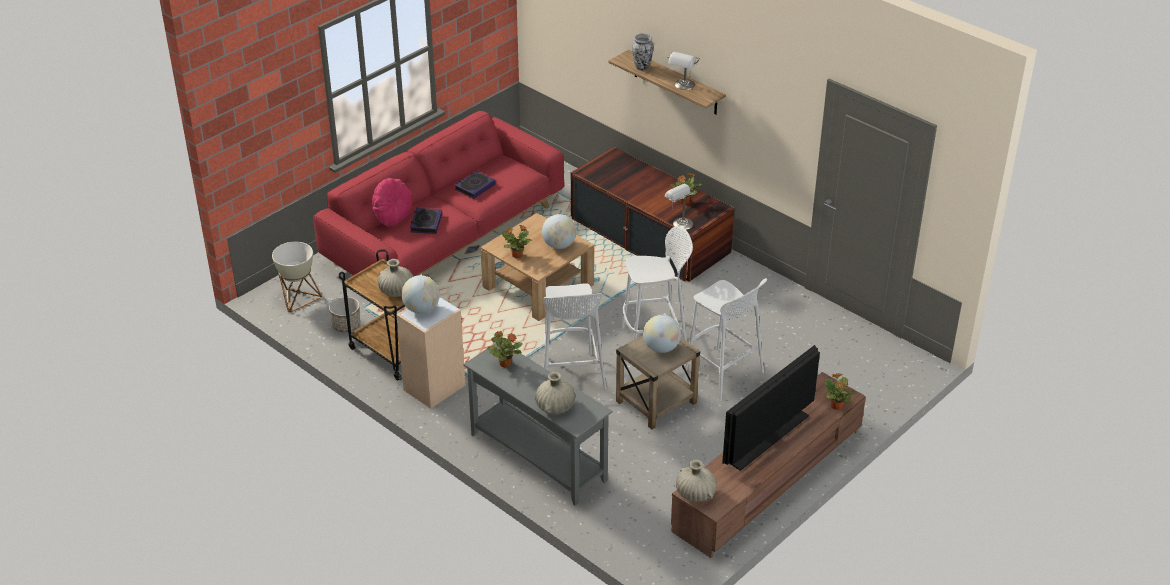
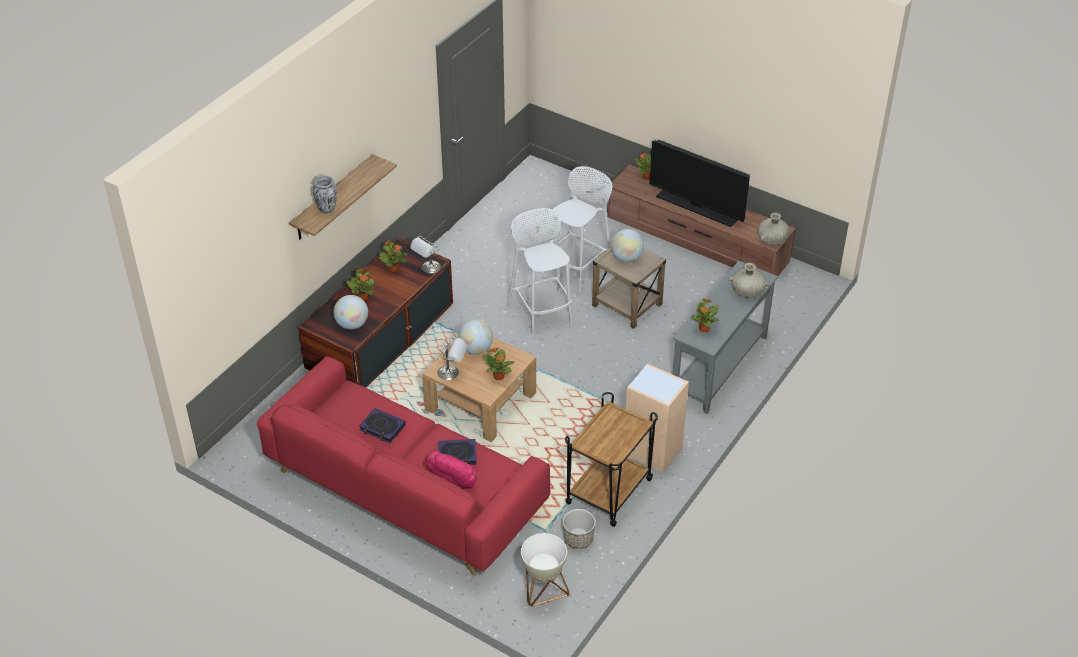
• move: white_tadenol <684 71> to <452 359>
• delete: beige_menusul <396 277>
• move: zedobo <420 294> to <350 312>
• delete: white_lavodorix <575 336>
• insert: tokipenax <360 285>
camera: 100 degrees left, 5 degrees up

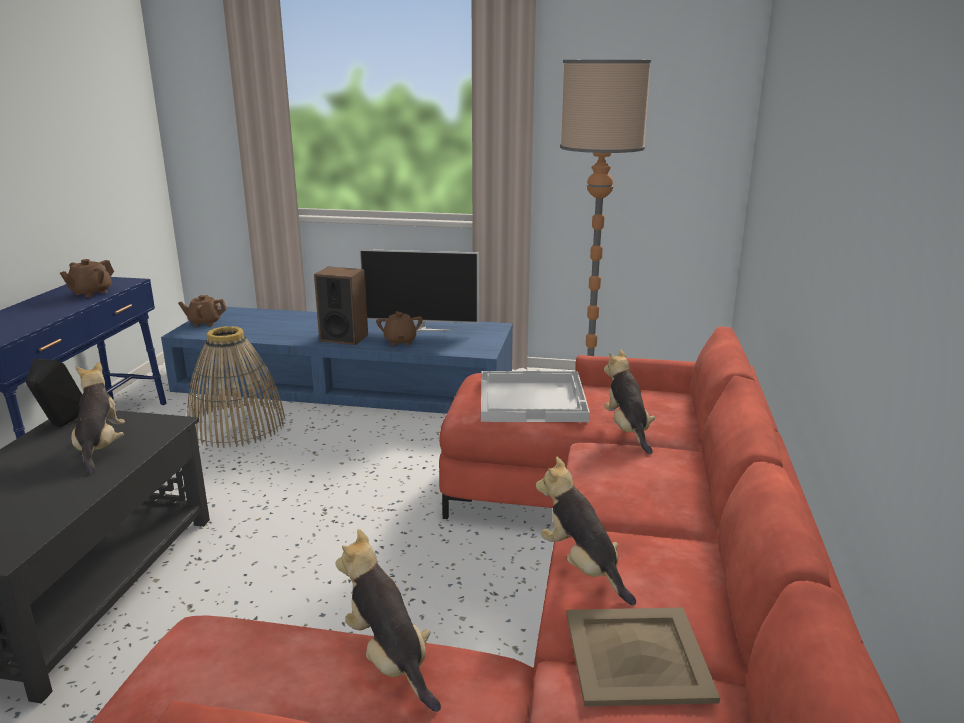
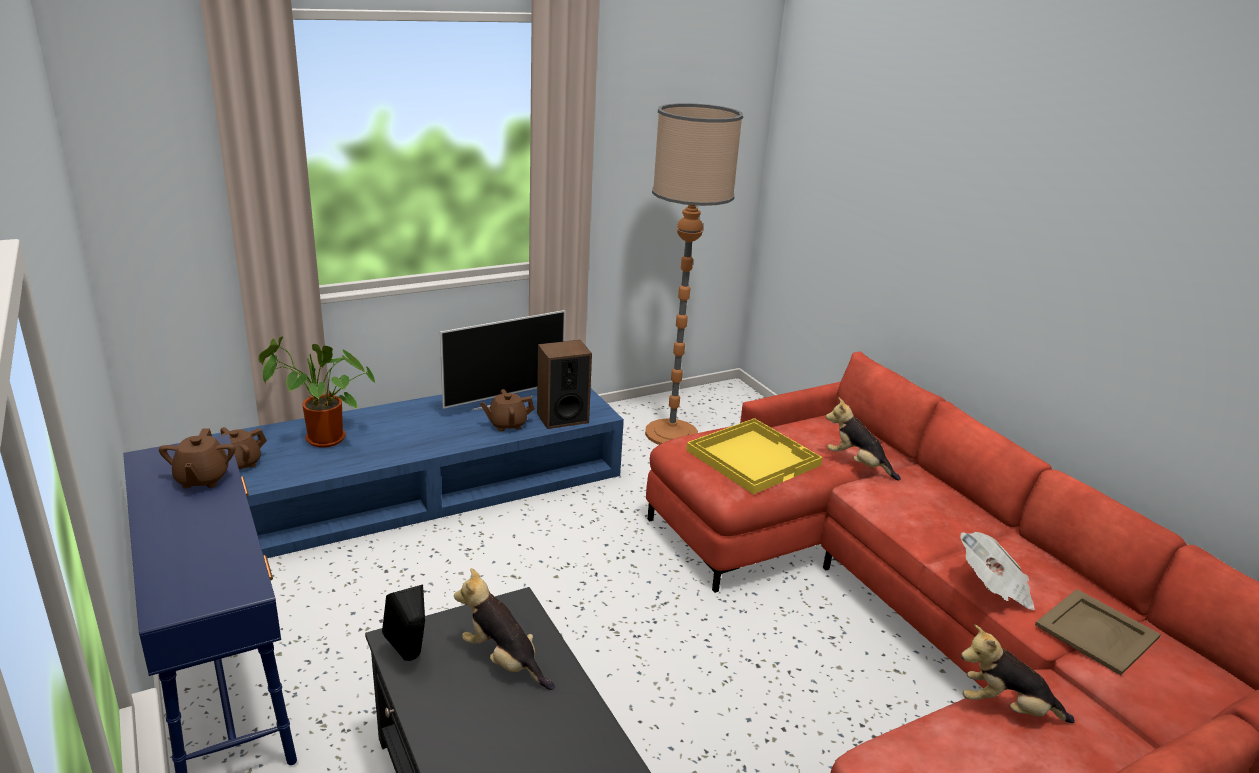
• move: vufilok <341 306> to <564 384>
• rotate: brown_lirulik <399 328> = <507 410> 60 degrees counterclockwise
• delete: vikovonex <236 387>
• recolor: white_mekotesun <535 396> to yellow_mekotesun <754 456>
• replace: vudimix <586 530> to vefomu <997 571>
• insert: tokipenax <317 392>
camera: 40 degrees left, 5 degrees up

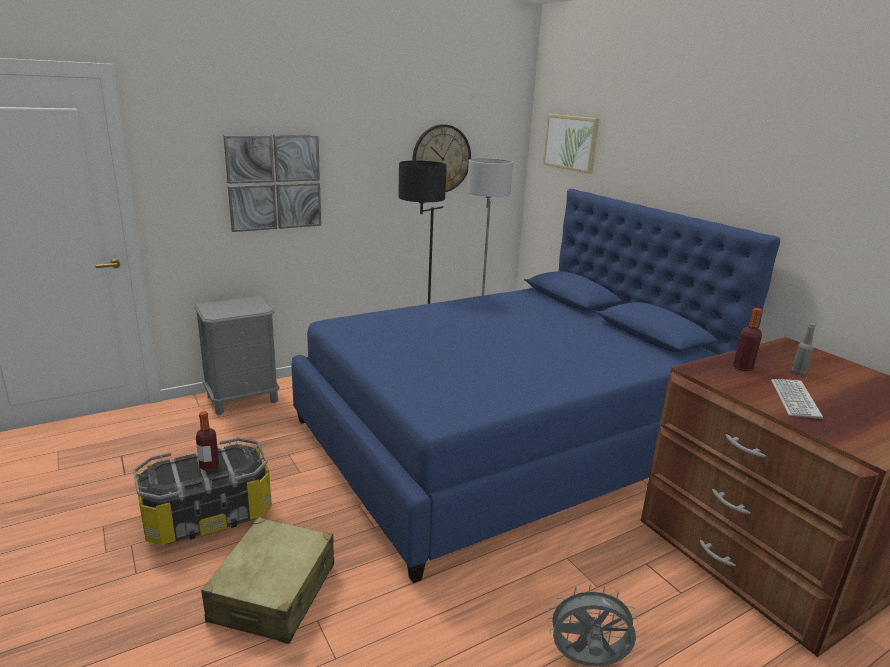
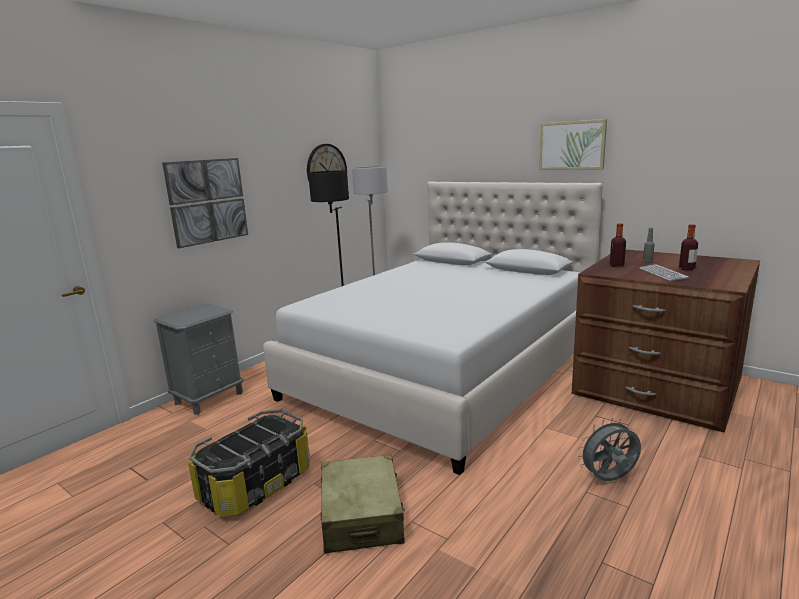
• move: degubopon <571 144> to <573 144>
• recolor: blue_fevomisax <536 386> to white_fevomisax <433 328>
• move: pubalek <207 441> to <688 247>
camera: 20 degrees left, 5 degrees down

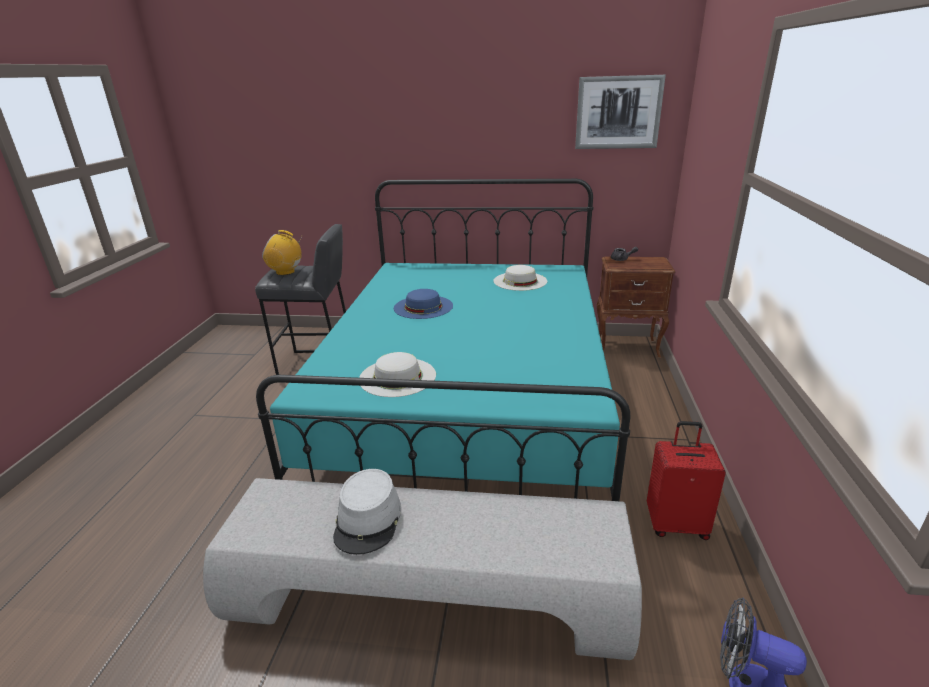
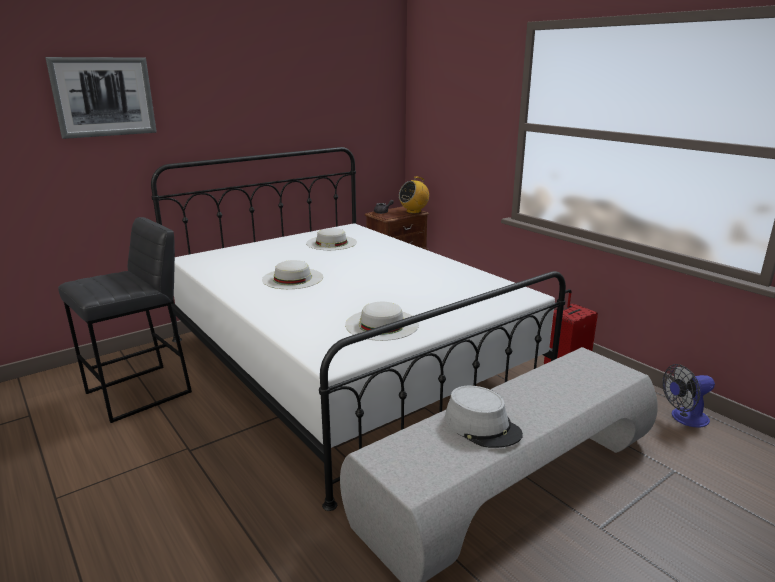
• move: degubopon <620 112> to <101 98>
• recolor: turquoise_fevomisax <443 340> to white_fevomisax <358 329>
• move: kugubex <282 252> to <414 195>
• recolor: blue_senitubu <423 304> to white_senitubu <292 274>
camera: 45 degrees left, 5 degrees down

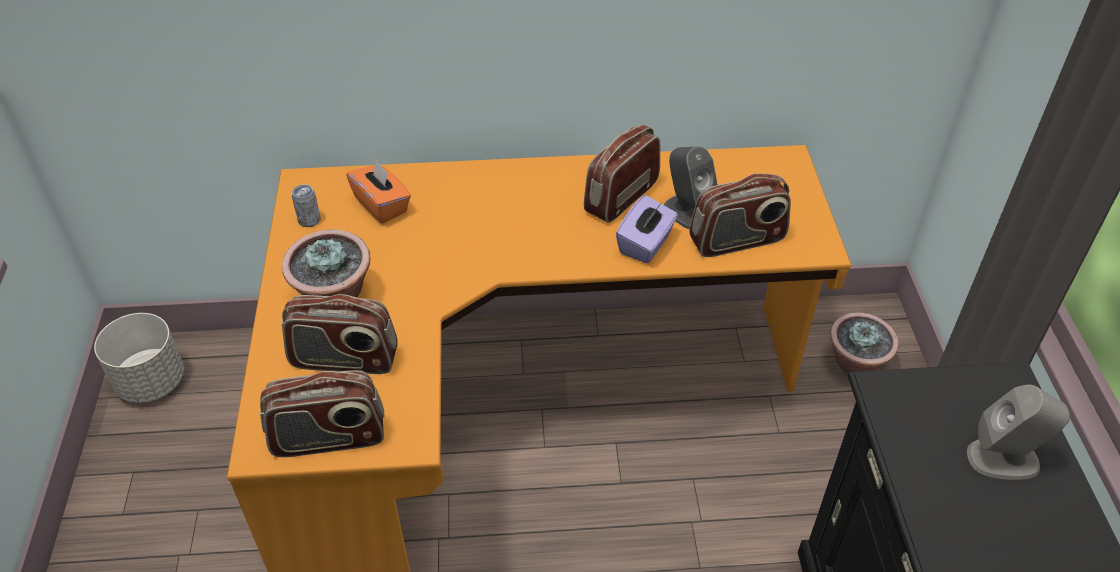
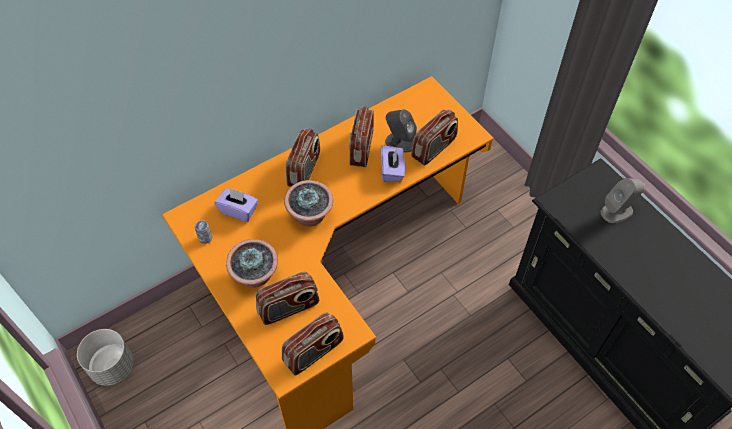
• recolor: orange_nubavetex <378 192> to purple_nubavetex <236 205>
• move: tokipenax <864 343> to <308 203>
• insert: kugubex <303 157>
camera: 30 degrees left, 10 degrees up

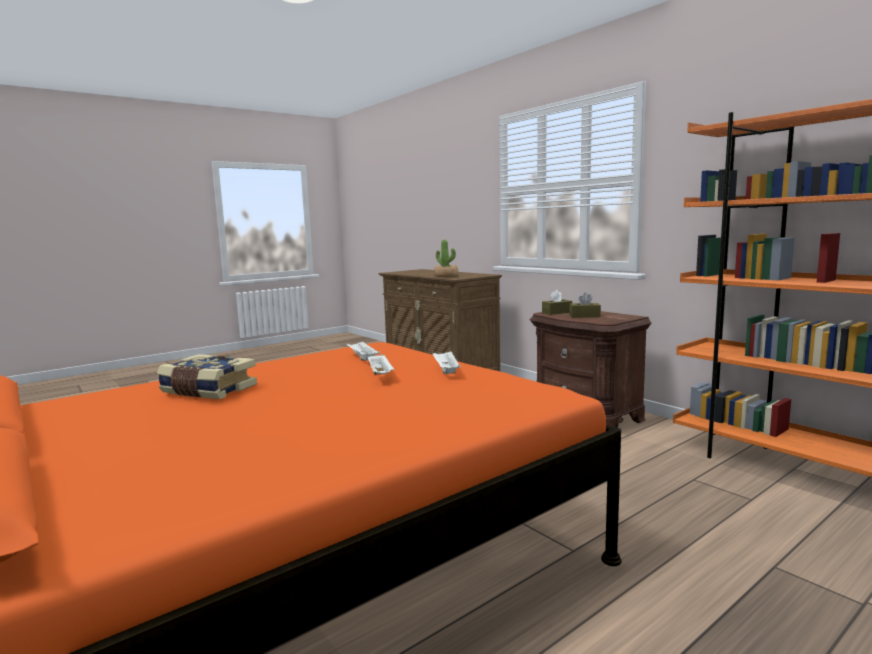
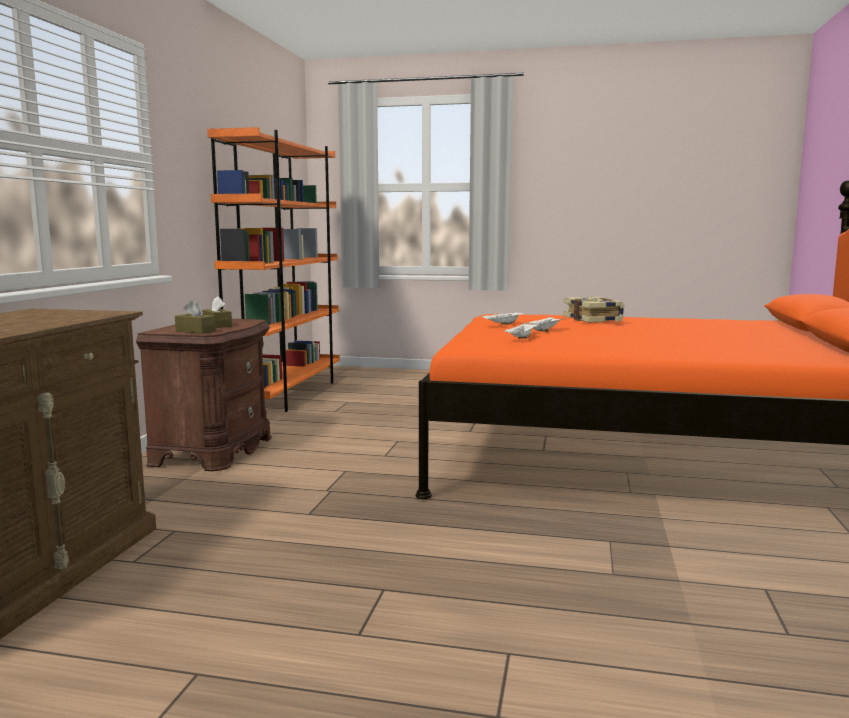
• delete: tokipenax <446 259>
• move: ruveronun <207 376> to <594 309>
camera: 130 degrees left, 0 degrees up

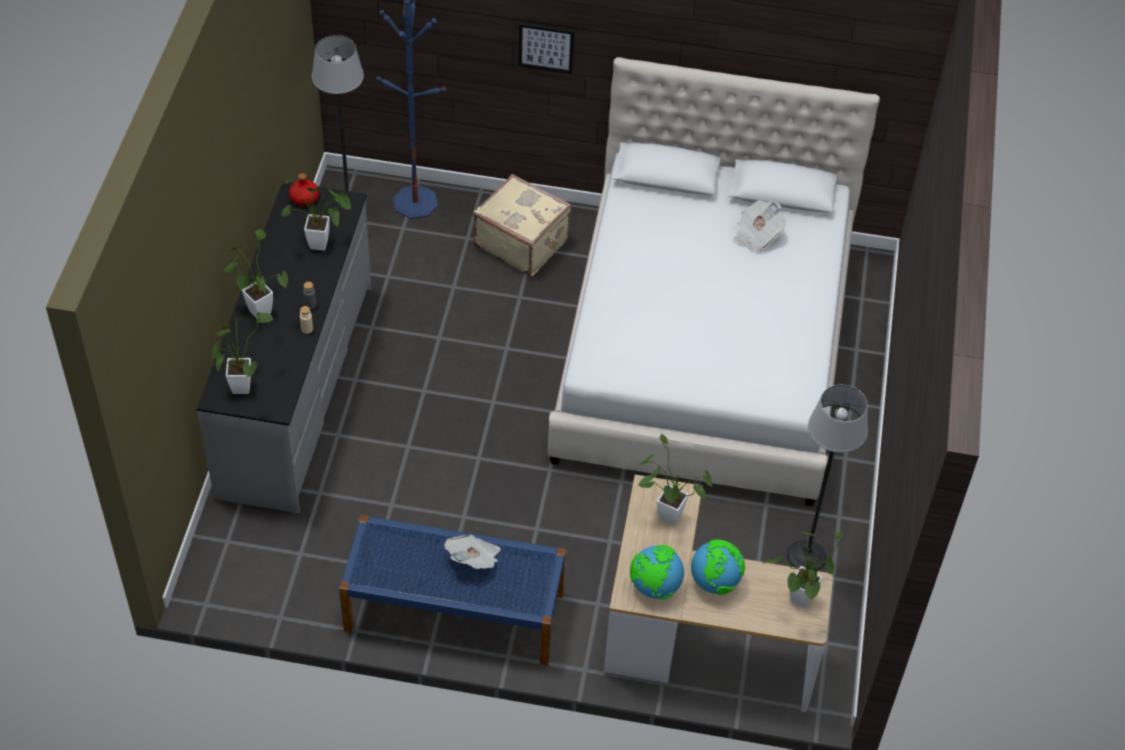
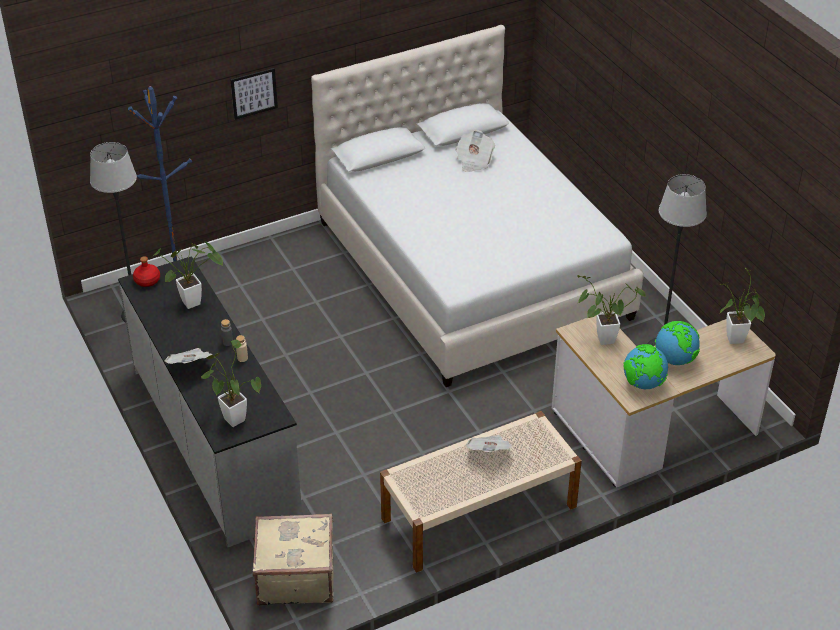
• move: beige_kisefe <522 225> to <293 559>
• replace: tokipenax <256 274> to vefomu <188 356>
• recolor: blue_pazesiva <452 590> to beige_pazesiva <481 492>
camera: 35 degrees left, 10 degrees down

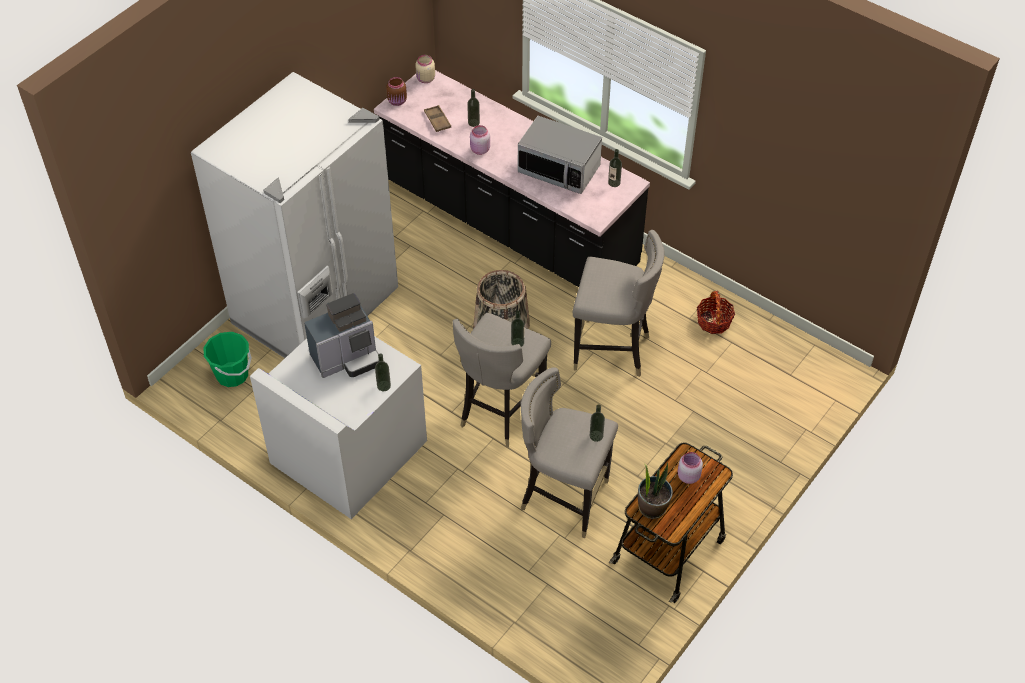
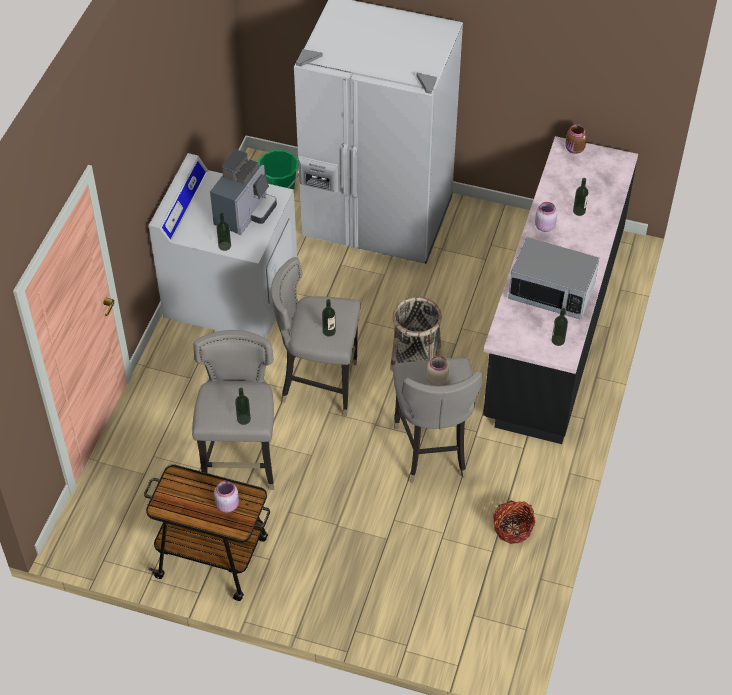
• move: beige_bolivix <425 69> to <438 371>
• delete: brown_mekotesun <437 118>
• rotate: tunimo <560 155> = <553 278> 75 degrees counterclockwise
• rotate: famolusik <341 335> = <243 192> 105 degrees counterclockwise
• delete: tokipenax <655 490>
camera: 70 degrees right, 0 degrees up

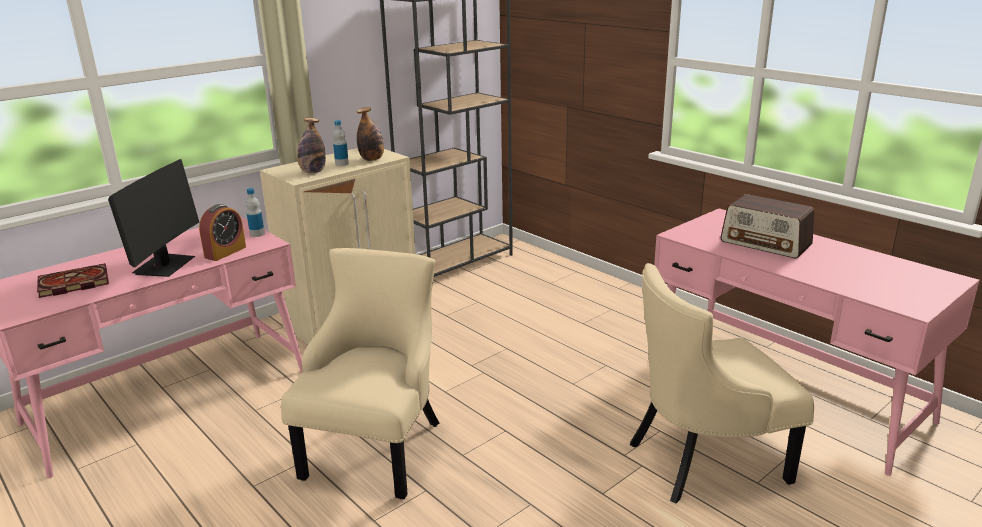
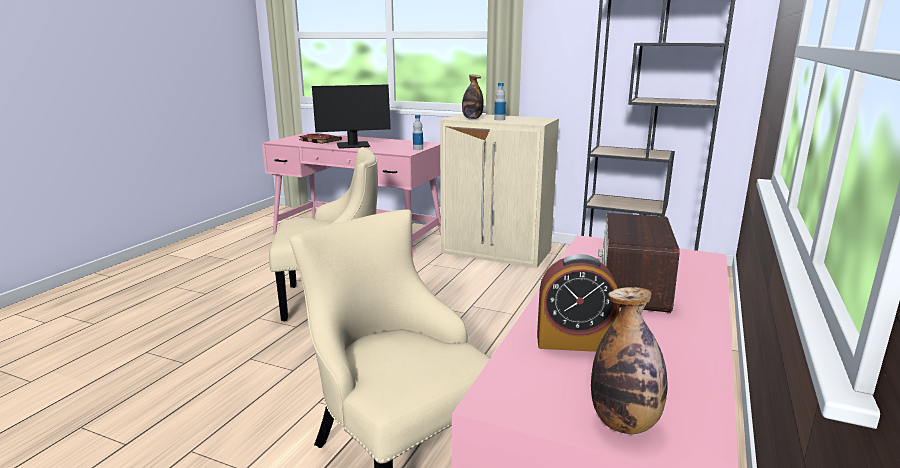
• move: pubalek <370 134> to <629 360>
• move: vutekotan <222 232> to <578 303>
camera: 65 degrees right, 5 degrees down

